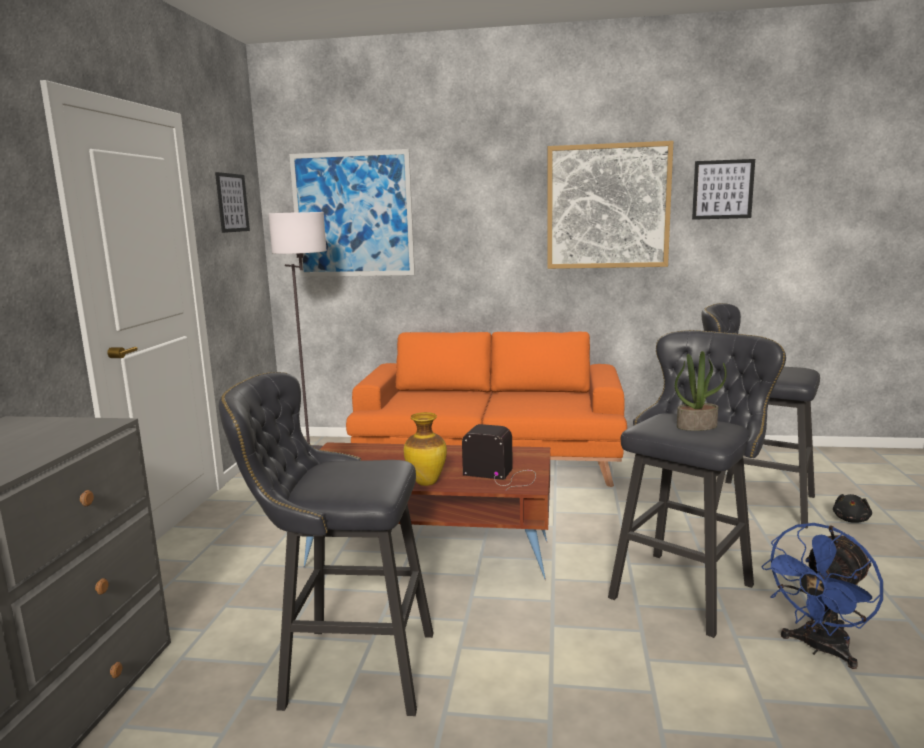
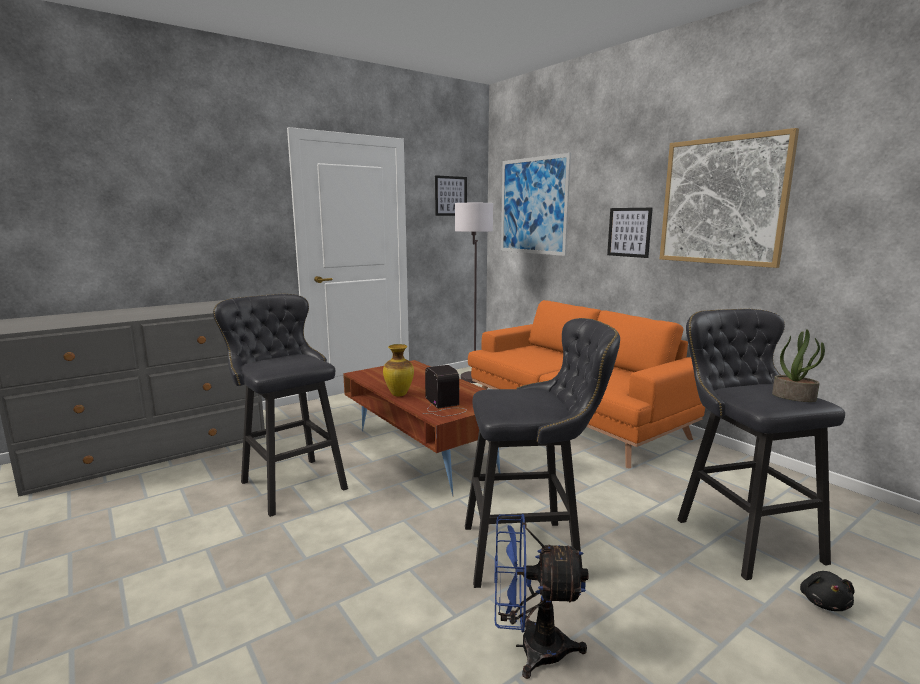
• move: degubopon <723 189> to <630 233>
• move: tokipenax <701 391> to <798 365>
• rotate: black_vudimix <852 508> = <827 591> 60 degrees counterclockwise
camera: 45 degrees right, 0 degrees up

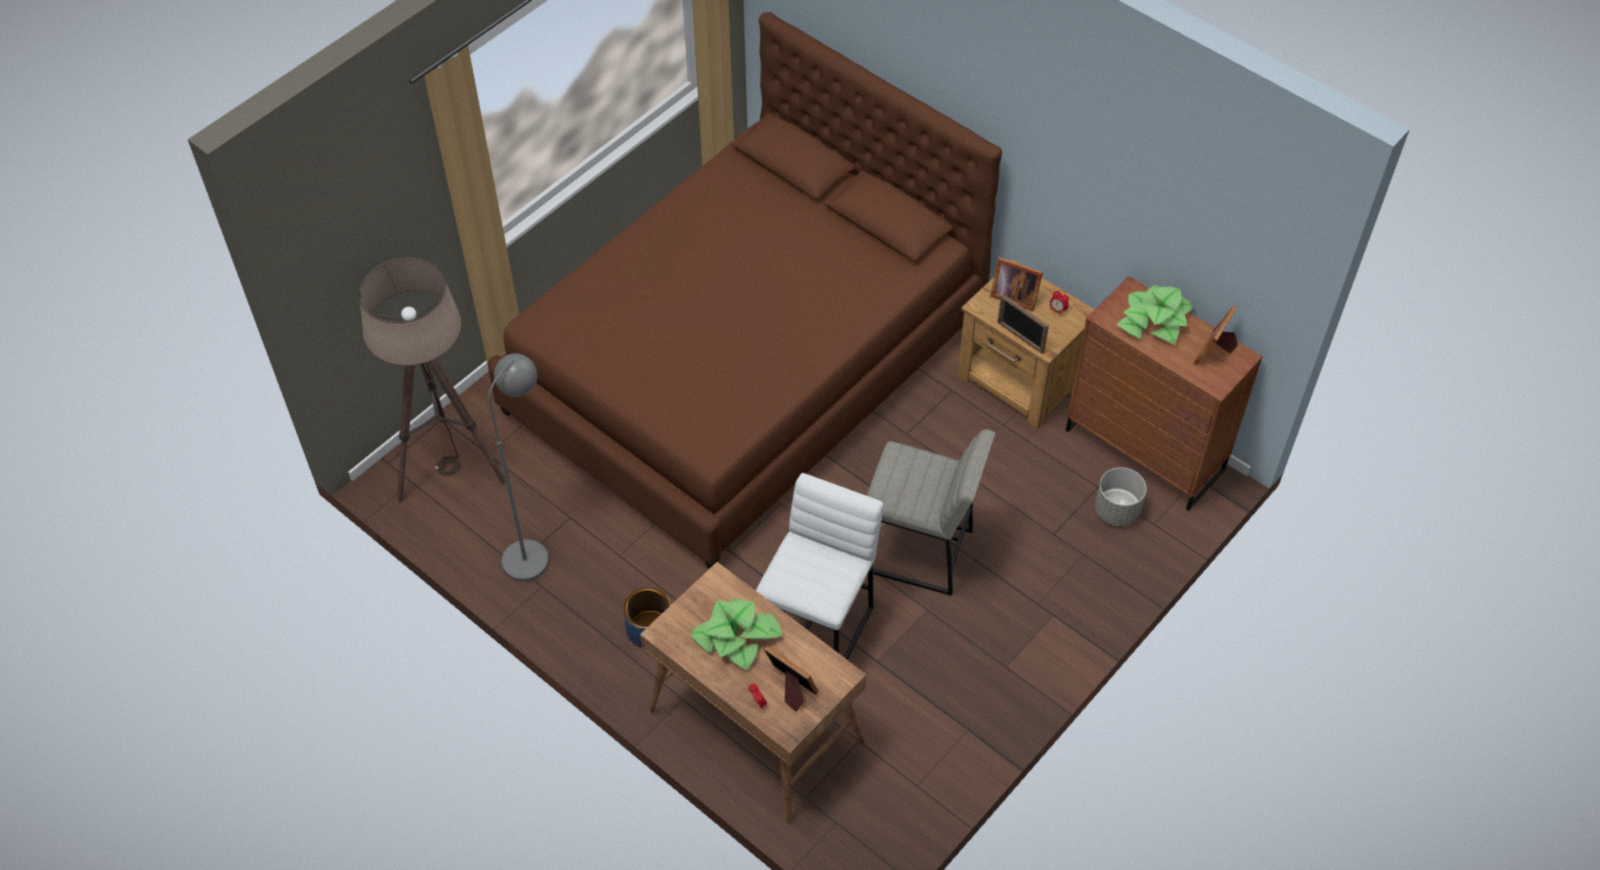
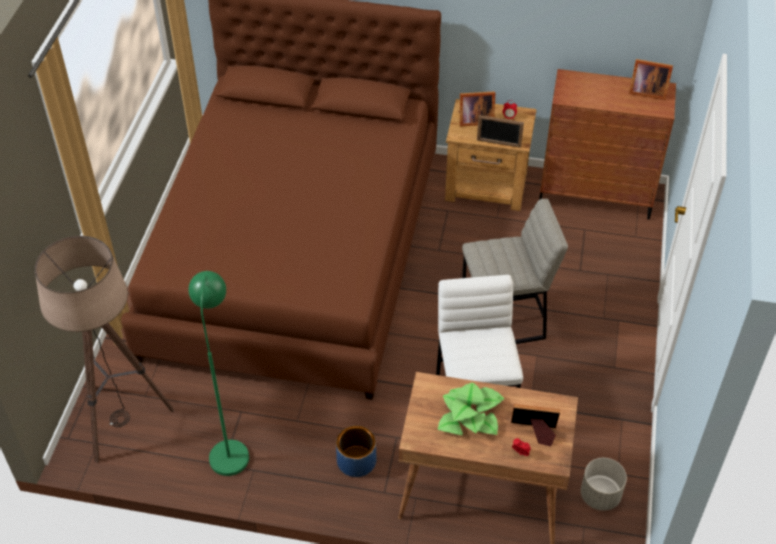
• delete: tokipenax <1154 315>
• rotate: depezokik <1215 335> = <651 79> 75 degrees counterclockwise
• recolor: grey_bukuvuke <518 467> to green_bukuvuke <218 373>
• move: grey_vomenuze <1121 496> to <604 484>
camera: 30 degrees left, 5 degrees down

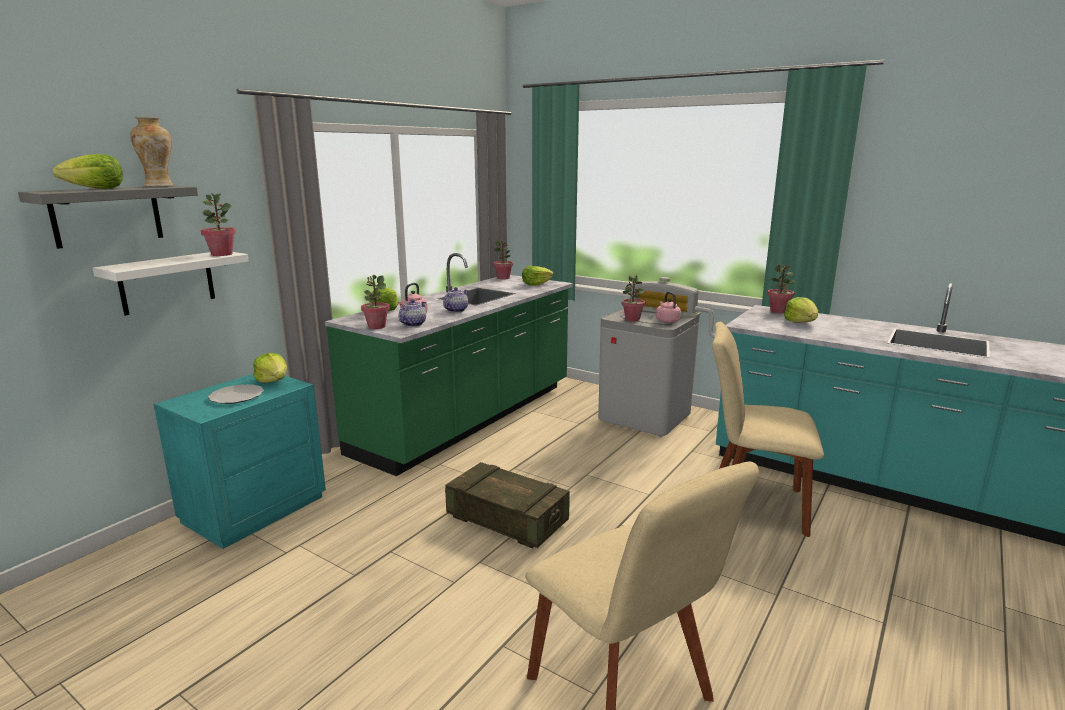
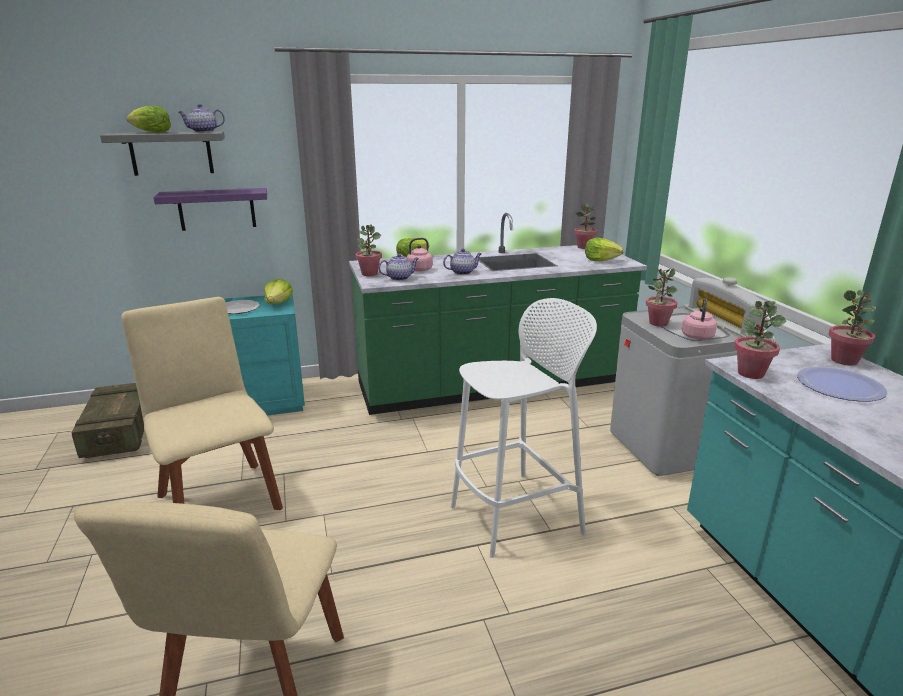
• replace: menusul <151 152> to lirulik <201 118>
• move: tokipenax <218 224> to <760 340>
• recolor: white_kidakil <171 284> to purple_kidakil <210 209>
• replace: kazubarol <801 310> to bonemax <842 384>
• move: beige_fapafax <768 429> to <202 403>
• move: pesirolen <507 505> to <107 420>
• insert: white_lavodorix <524 428>
camera: 40 degrees right, 5 degrees up

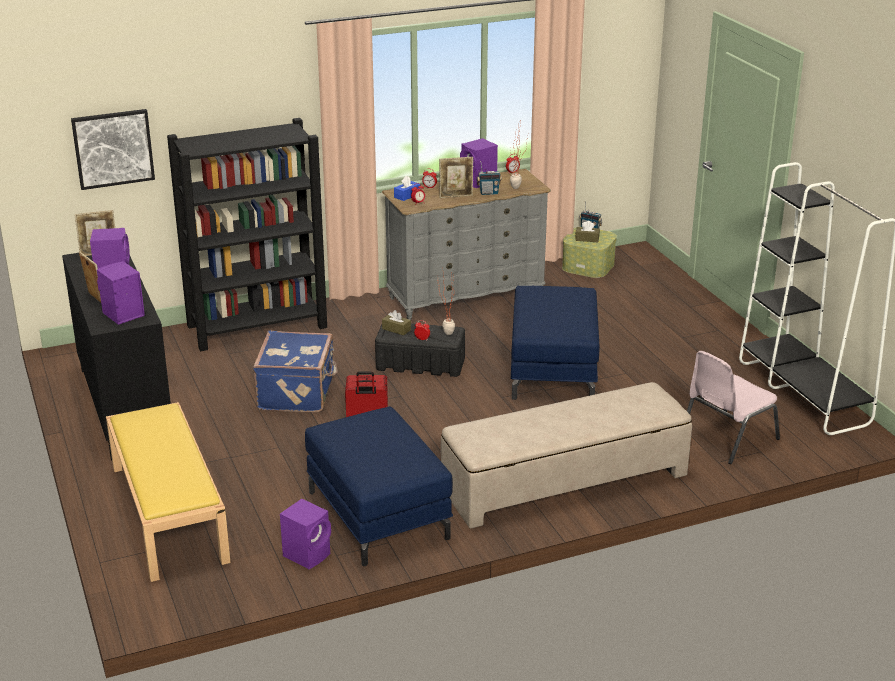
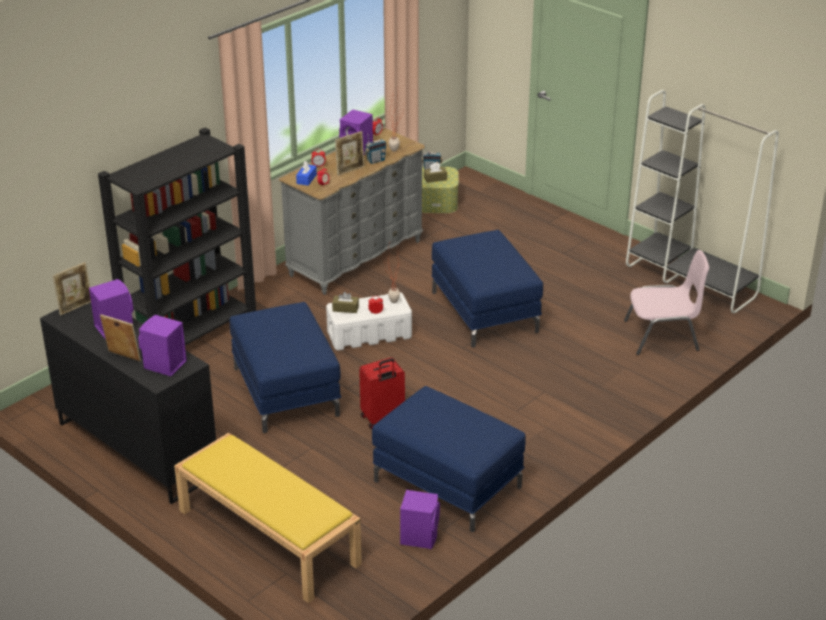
• delete: degubopon <113 149>
• recolor: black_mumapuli <420 350> to white_mumapuli <369 321>
• replace: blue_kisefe <295 371> to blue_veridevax <286 367>
• rotate: pink_fapafax <733 407> = <666 302> 120 degrees counterclockwise
• delete: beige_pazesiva <566 455>
camera: 25 degrees left, 5 degrees up

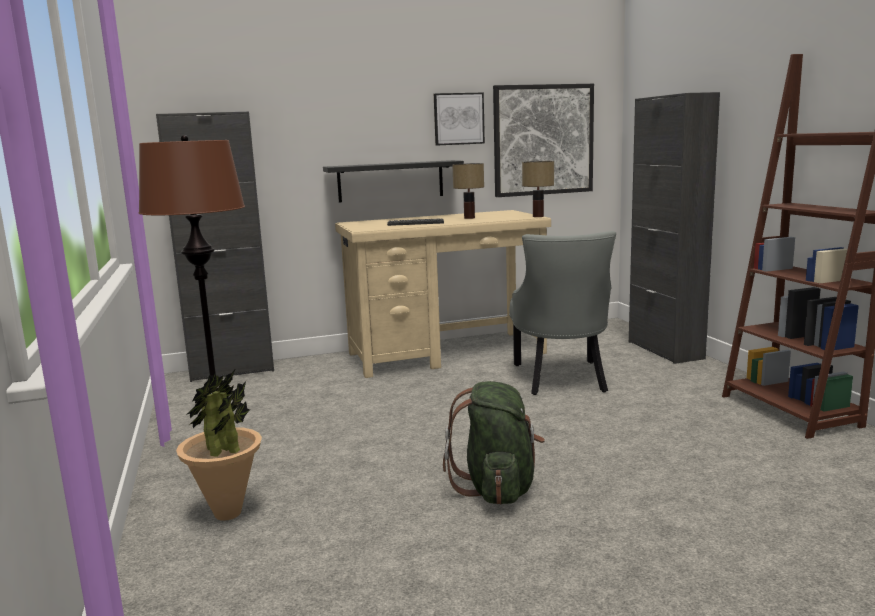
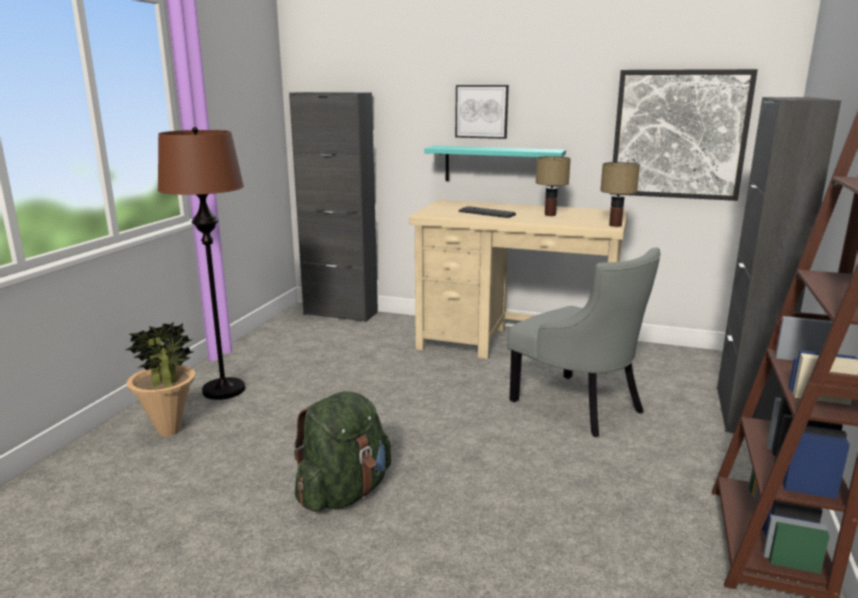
• move: degubopon <459 119> to <482 112>
• recolor: black_kidakil <393 181> to turquoise_kidakil <495 166>
• rotate: grey_fapafax <562 313> = <584 342> 75 degrees counterclockwise
camera: 35 degrees right, 5 degrees up

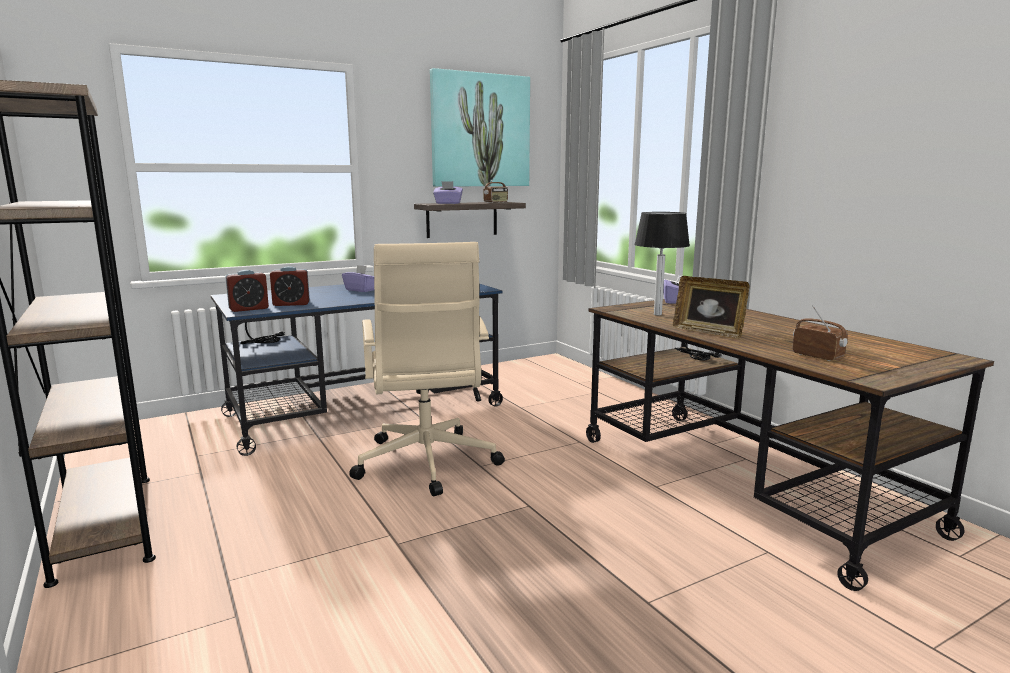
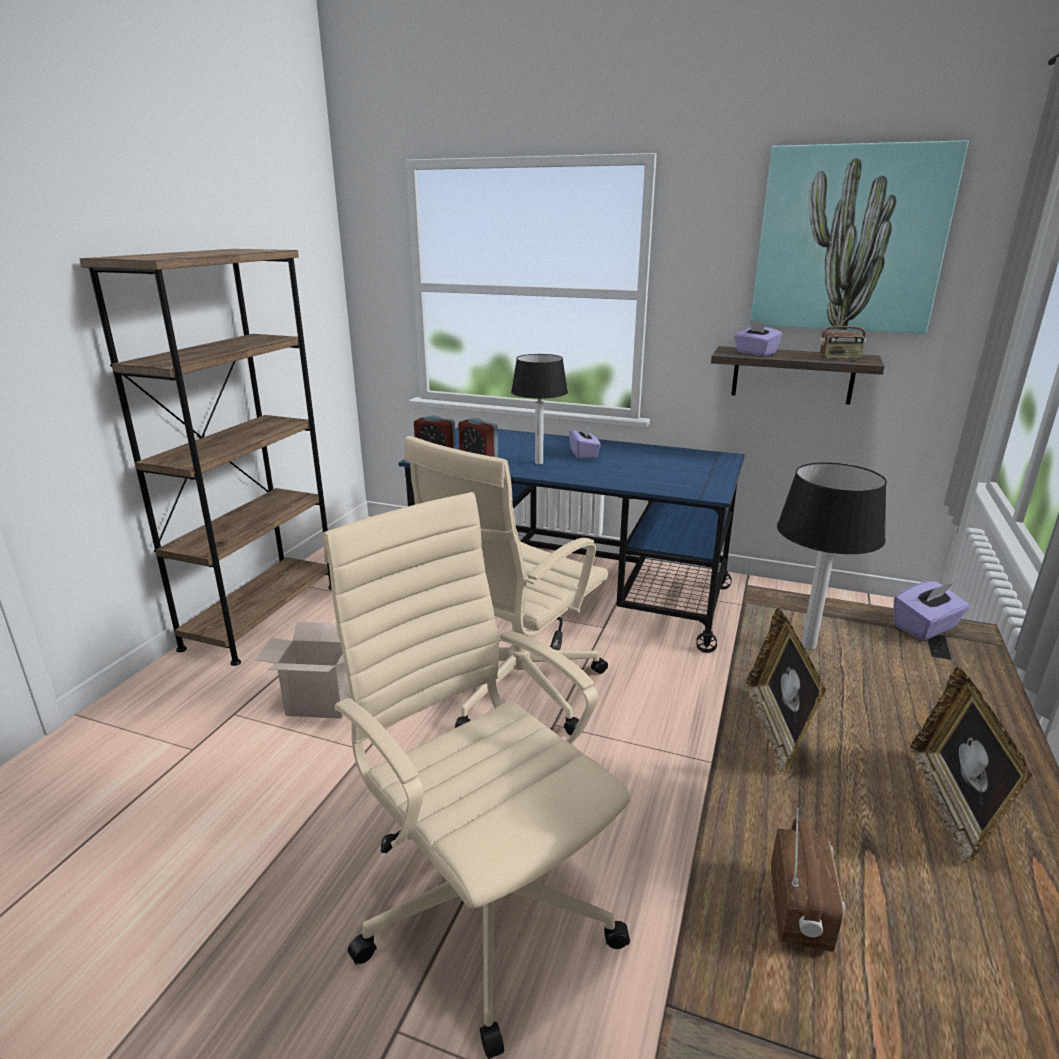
• insert: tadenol <539 409>
• insert: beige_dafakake <476 775>
• insert: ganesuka <303 670>
• insert: depezokik <971 765>
camera: 50 degrees right, 10 degrees up

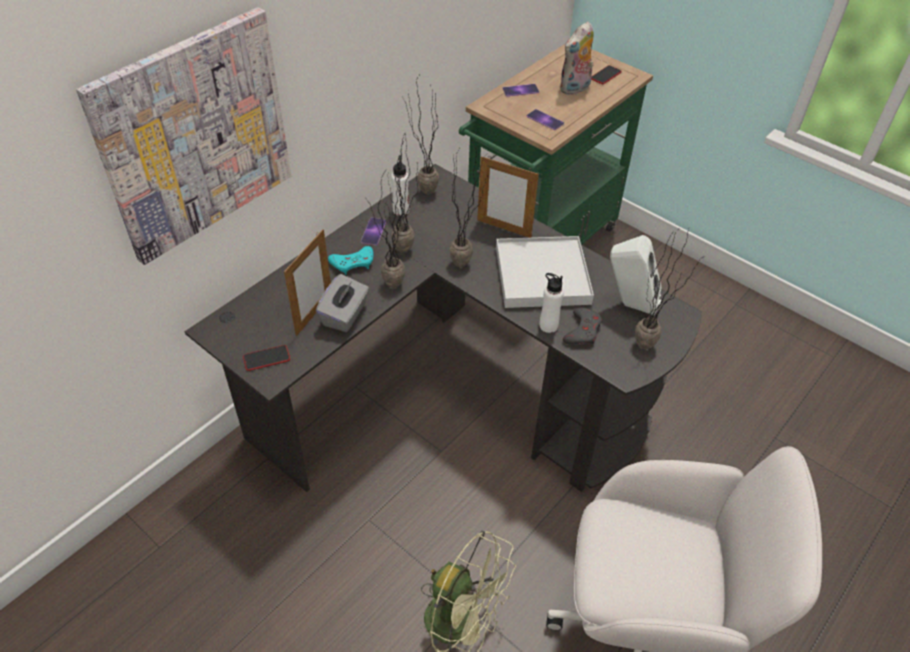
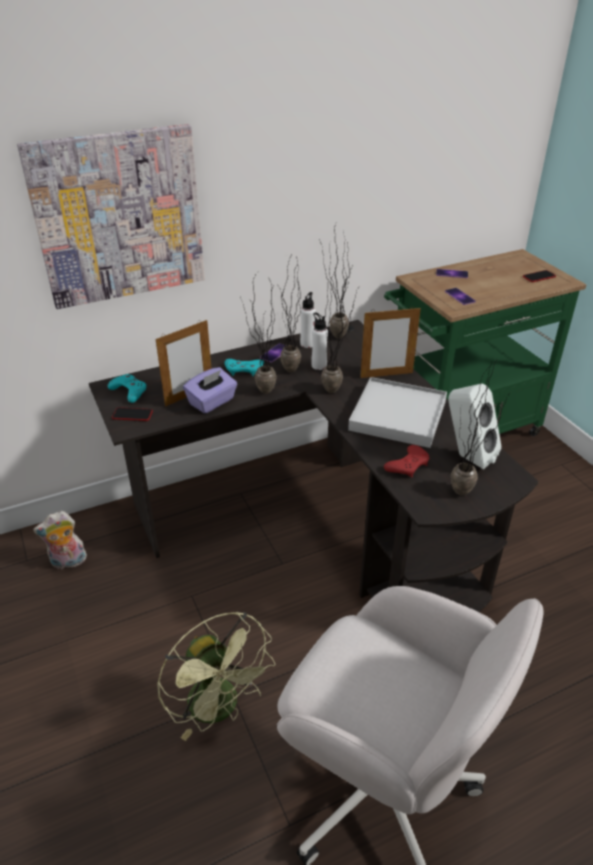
• move: vudimix <577 58> to <60 540>
• rotate: depezokik <508 197> = <390 342> 60 degrees counterclockwise
• move: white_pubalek <551 303> to <319 341>
• recolor: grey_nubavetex <342 303> to purple_nubavetex <210 390>
• recolor: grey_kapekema <582 326> to red_kapekema <407 461>
• insert: turquoise_kapekema <126 388>
camera: 25 degrees right, 10 degrees down

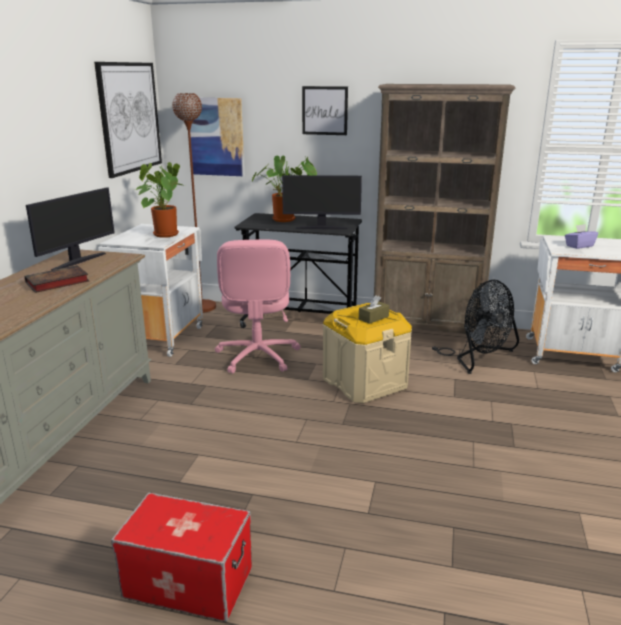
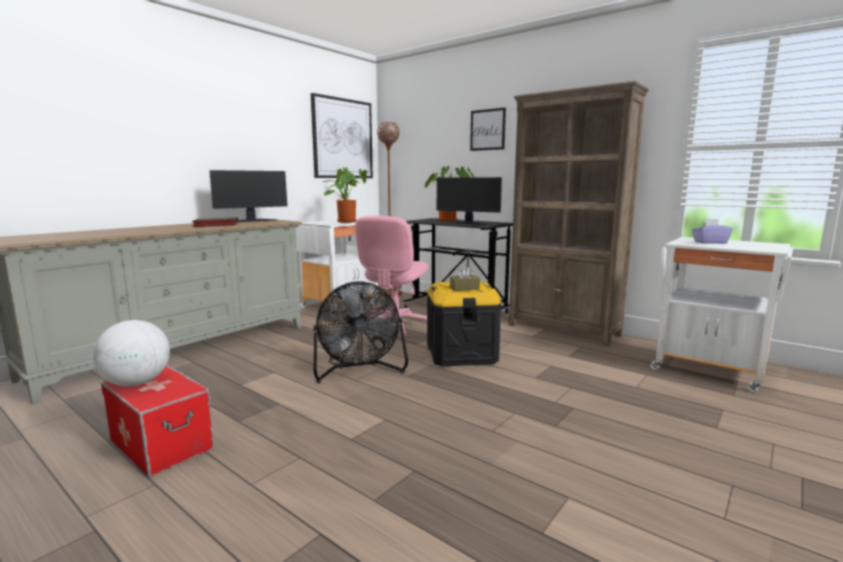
• delete: degubopon <217 137>
• move: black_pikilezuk <475 327> to <360 332>
• recolor: beige_mumapuli <367 353> to black_mumapuli <464 324>
• insert: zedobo <131 353>
camera: 25 degrees right, 10 degrees down

